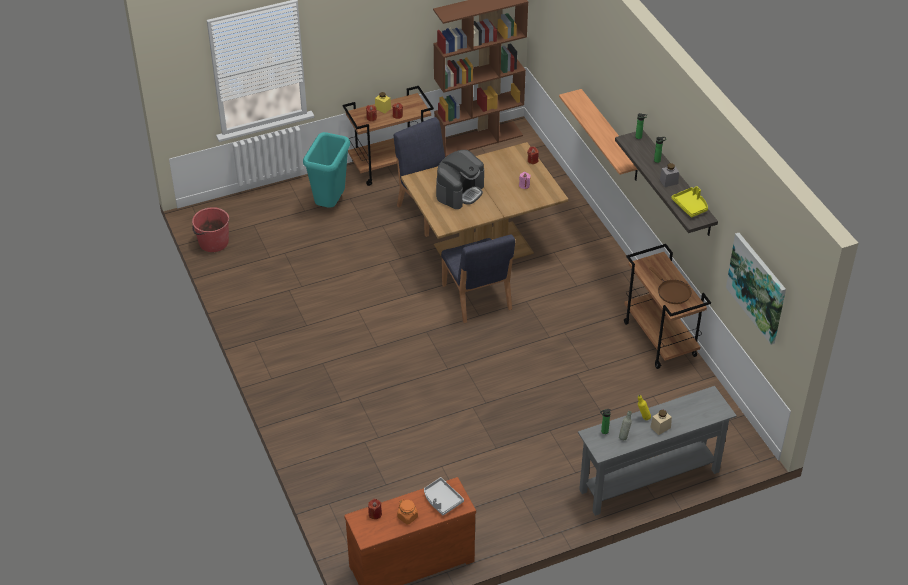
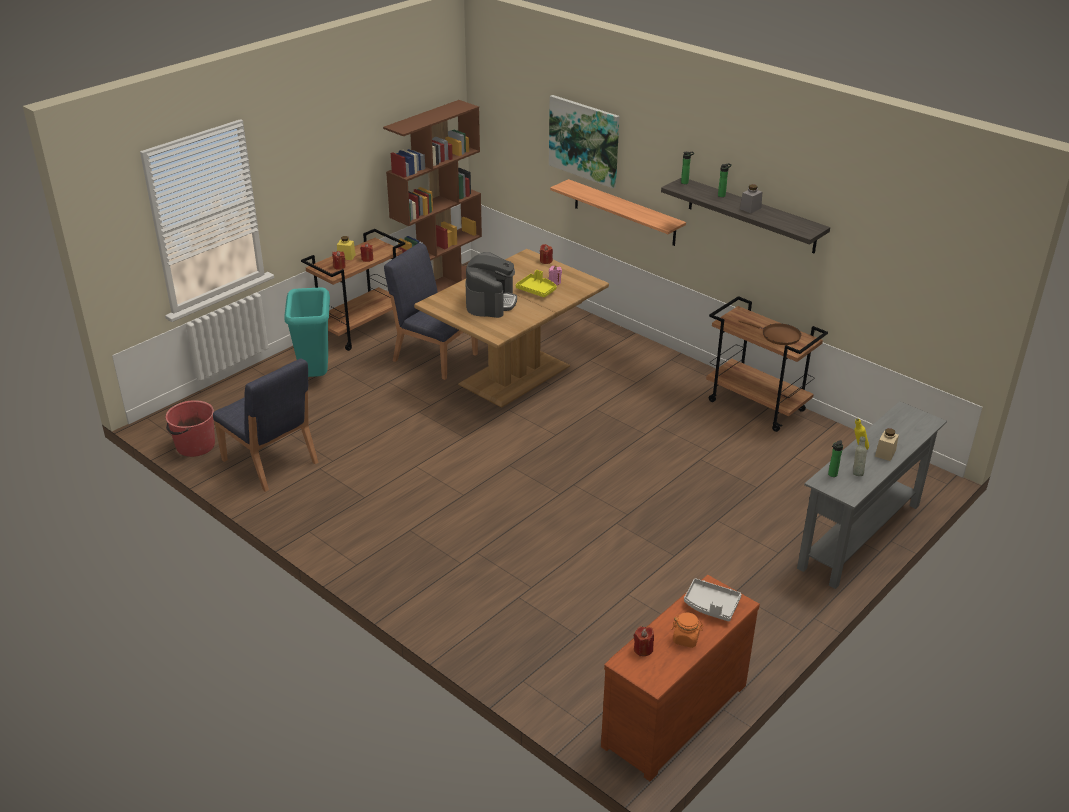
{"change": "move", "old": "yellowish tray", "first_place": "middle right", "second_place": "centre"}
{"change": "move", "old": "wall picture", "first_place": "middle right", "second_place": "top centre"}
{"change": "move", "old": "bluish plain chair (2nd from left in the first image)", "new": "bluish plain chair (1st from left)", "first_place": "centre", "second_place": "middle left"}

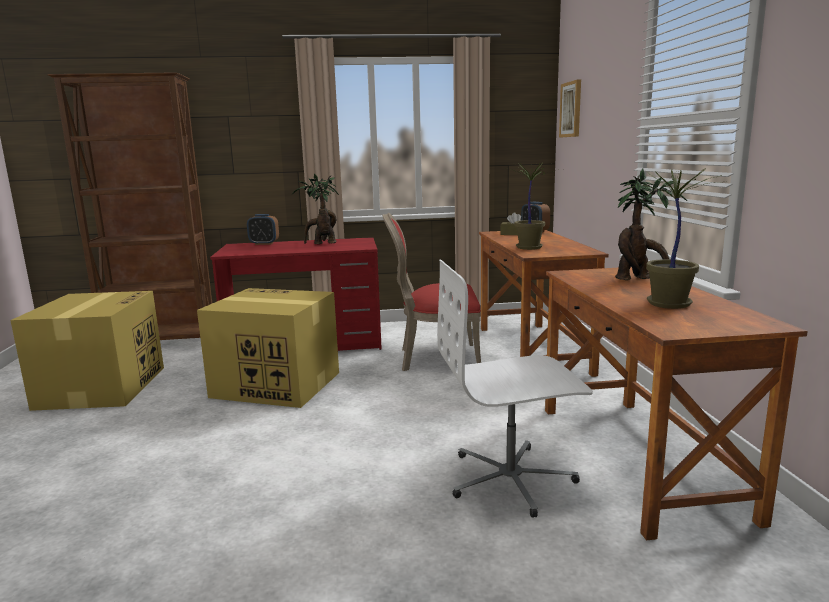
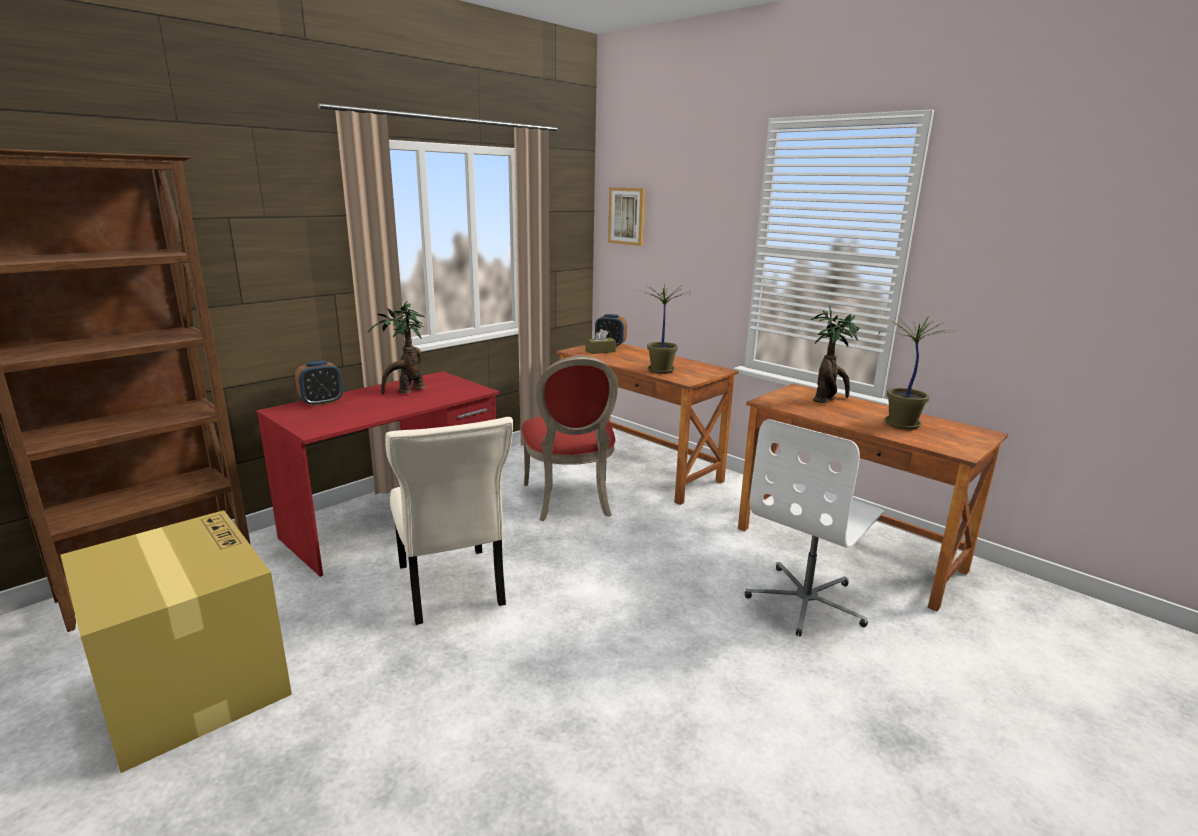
{"change": "rotate", "old": "red-coloured plain chair", "first_place": "centre", "second_place": "centre", "degrees": -60}
{"change": "replace", "old": "carton (2nd from left)", "new": "beige-coloured plain chair", "first_place": "middle left", "second_place": "centre"}

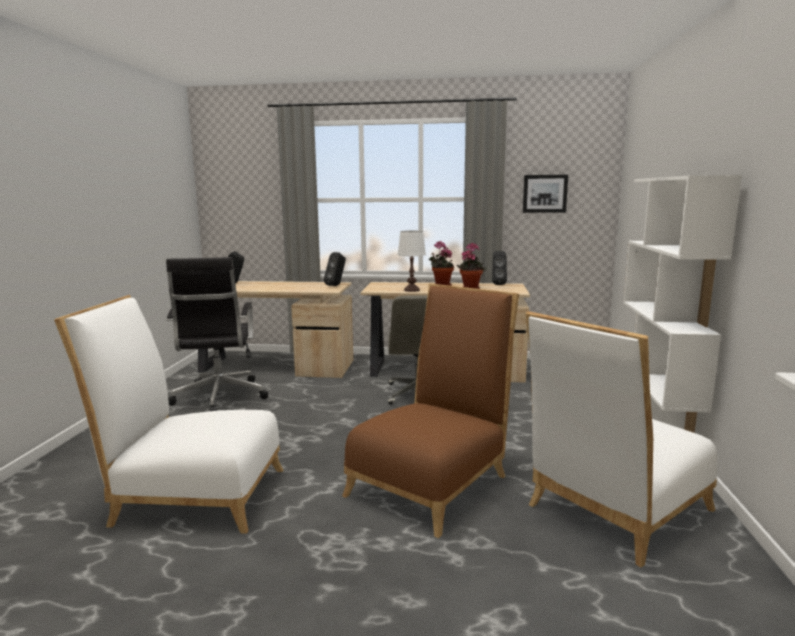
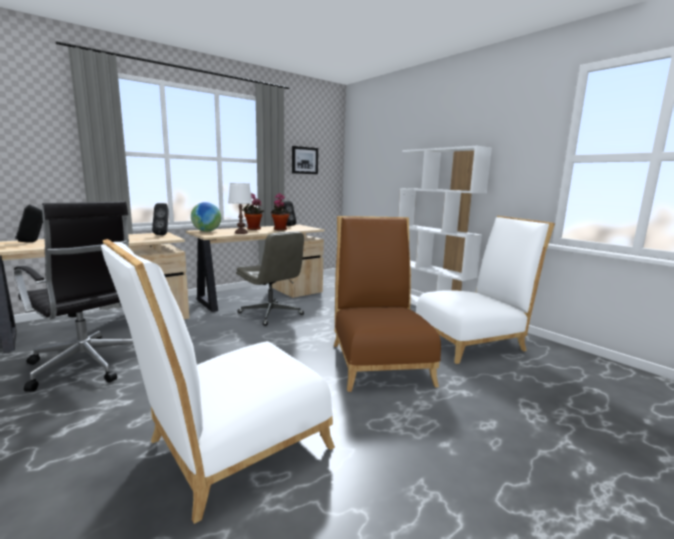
{"change": "rotate", "old": "white plain chair (2nd from left)", "first_place": "bottom right", "second_place": "middle right", "degrees": -120}
{"change": "insert", "new": "desk globe", "second_place": "middle left"}

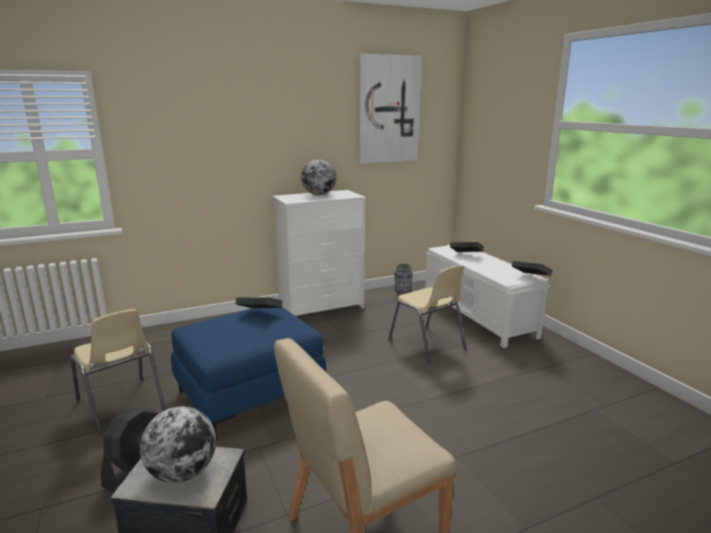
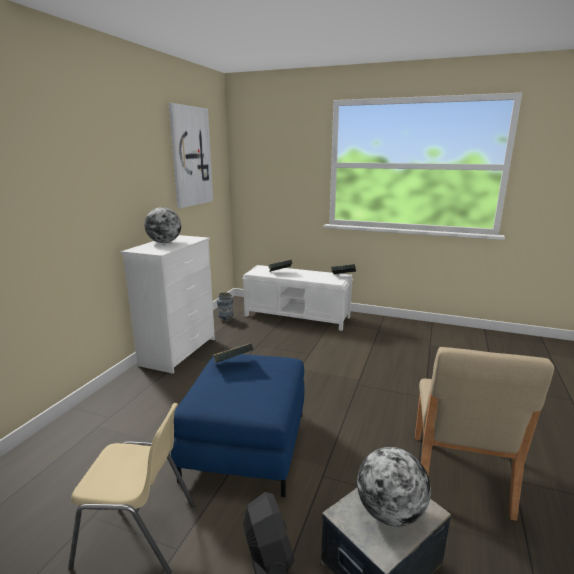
{"change": "delete", "old": "beige-coloured plain chair (3rd from left)", "first_place": "centre"}

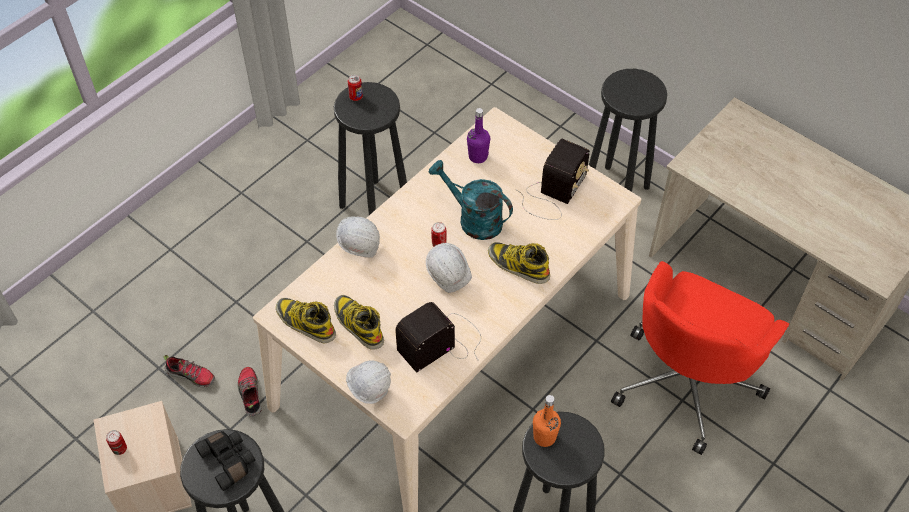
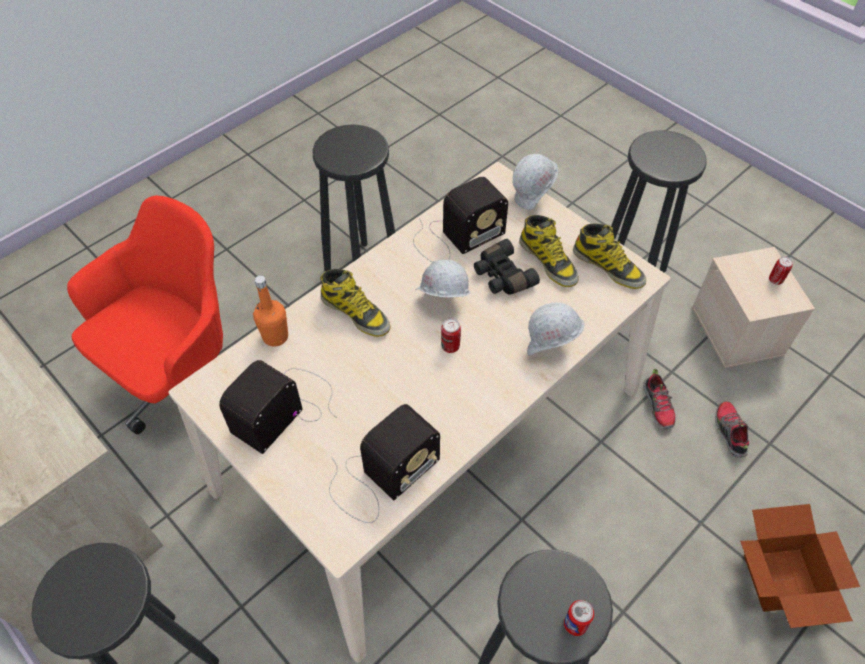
{"change": "replace", "old": "purple-coloured beverage bottle", "new": "radio receiver (2nd from left)", "first_place": "top centre", "second_place": "bottom centre"}
{"change": "delete", "old": "turquoise watering pot", "first_place": "centre"}
{"change": "rotate", "old": "item of footwear (1st from left in the first image)", "first_place": "bottom left", "second_place": "middle right", "degrees": 60}
{"change": "move", "old": "orange-coloured beverage bottle", "first_place": "bottom centre", "second_place": "middle left"}
{"change": "move", "old": "black field glasses", "first_place": "bottom left", "second_place": "centre"}
{"change": "insert", "new": "carton", "second_place": "bottom right"}

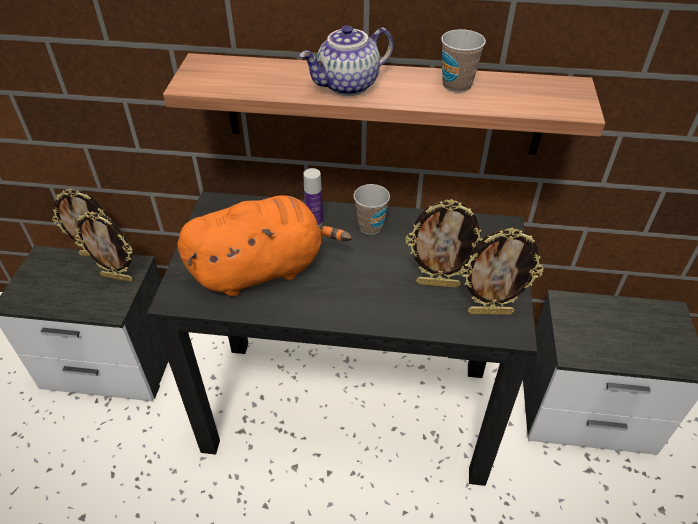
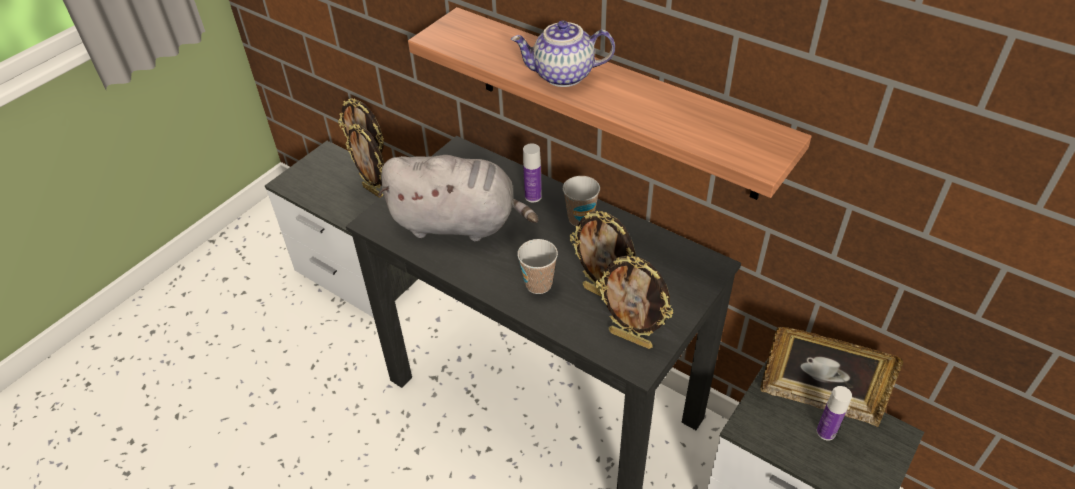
{"change": "move", "old": "drinking cup (2nd from left in the first image)", "new": "drinking cup (1st from left)", "first_place": "top centre", "second_place": "centre"}
{"change": "recolor", "old": "orange-coloured cuddly toy", "new": "grey cuddly toy", "first_place": "centre", "second_place": "centre"}
{"change": "insert", "new": "standing frame (5th from left)", "second_place": "bottom right"}
{"change": "insert", "new": "beverage bottle (2nd from left)", "second_place": "bottom right"}

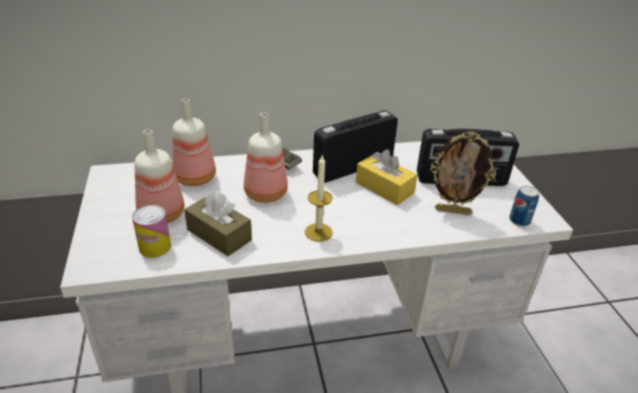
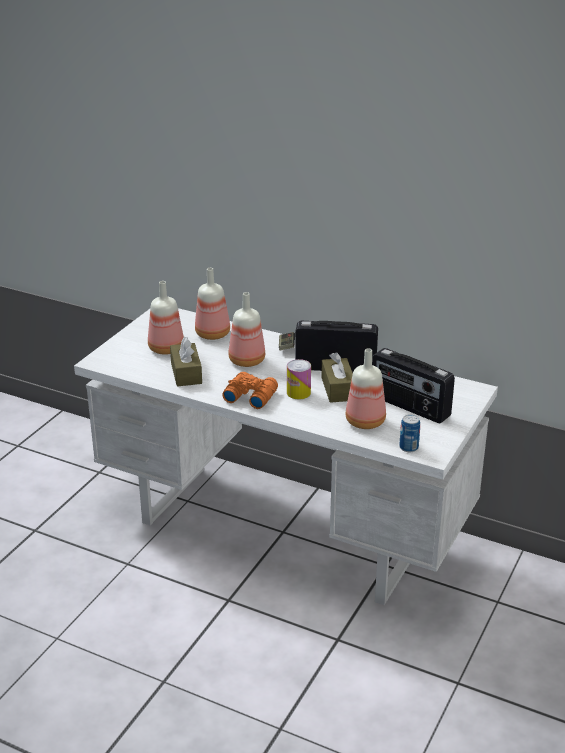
{"change": "replace", "old": "standing frame", "new": "beverage bottle (4th from left)", "first_place": "middle right", "second_place": "centre"}
{"change": "recolor", "old": "yellowish tissue box", "new": "brownish tissue box (2nd from left)", "first_place": "centre", "second_place": "centre"}
{"change": "replace", "old": "wax light", "new": "orange-coloured field glasses", "first_place": "centre", "second_place": "centre"}
{"change": "move", "old": "metal can (1st from left)", "first_place": "middle left", "second_place": "centre"}

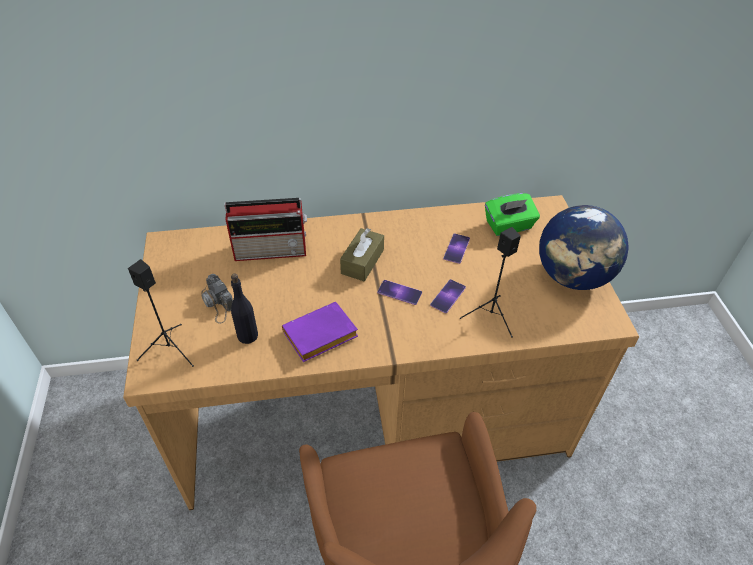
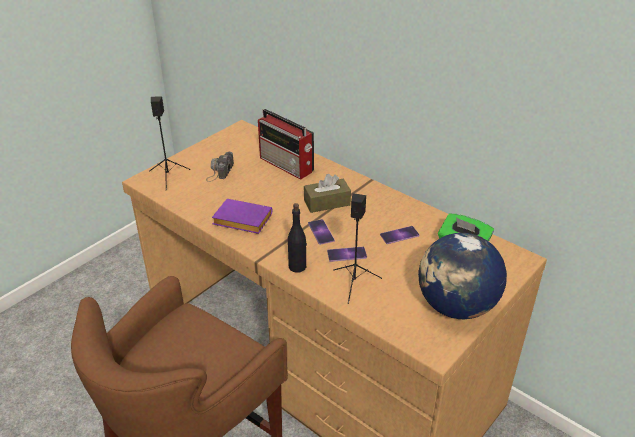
{"change": "move", "old": "black beverage bottle", "first_place": "middle left", "second_place": "centre"}

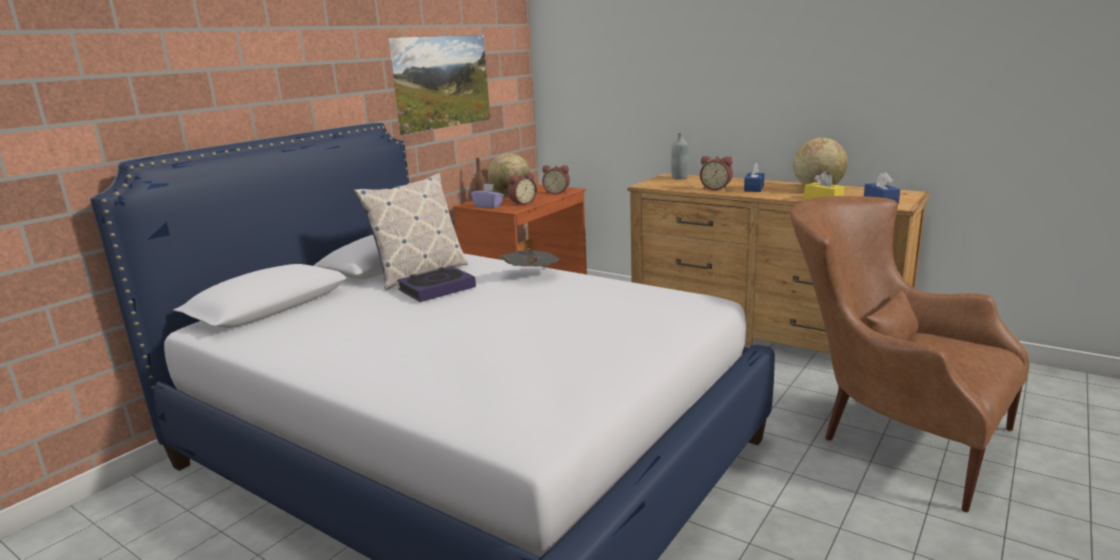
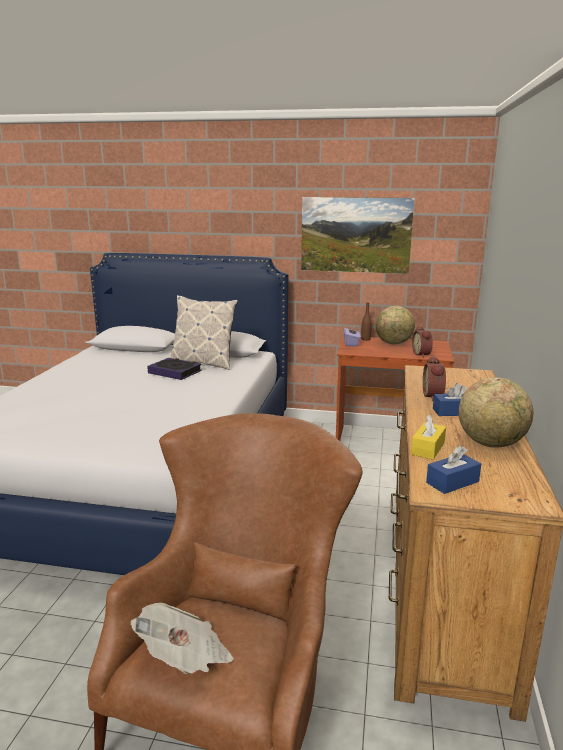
{"change": "delete", "old": "grey beverage bottle", "first_place": "top centre"}
{"change": "delete", "old": "alarm clock (1st from left)", "first_place": "centre"}
{"change": "move", "old": "printed paper", "first_place": "centre", "second_place": "bottom left"}

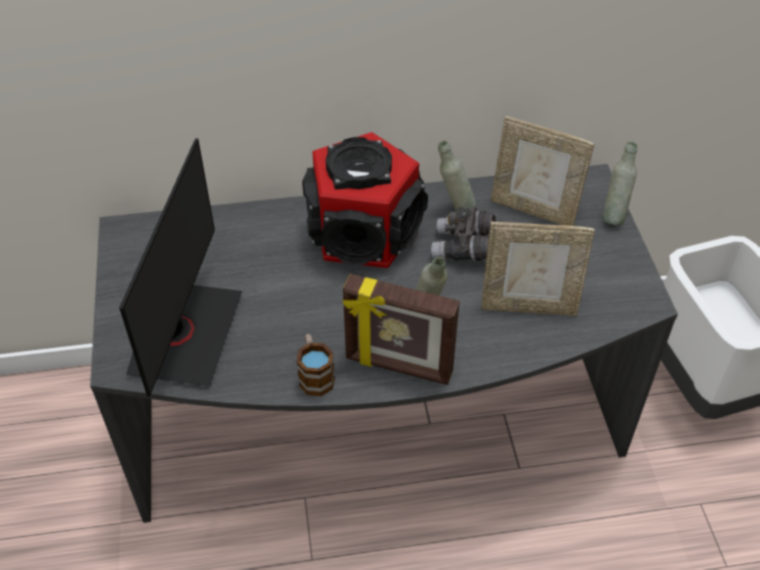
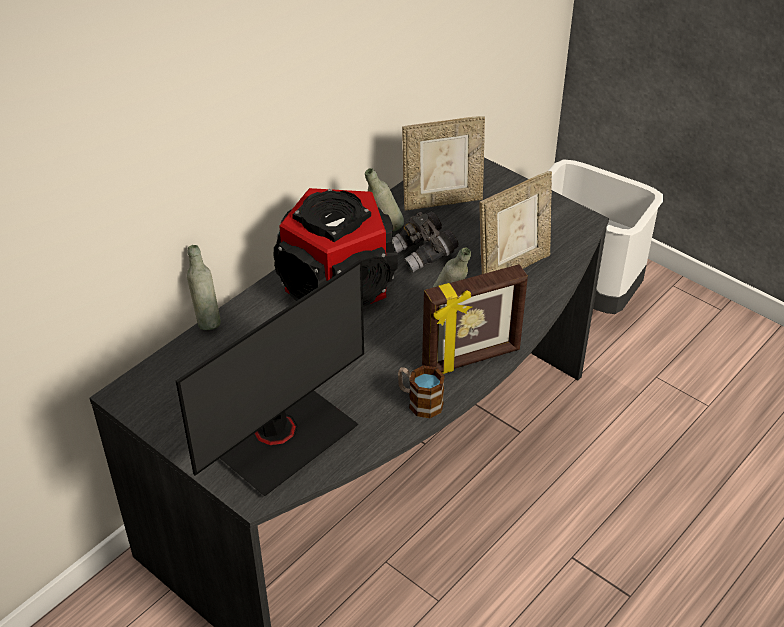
{"change": "rotate", "old": "monitor", "first_place": "middle left", "second_place": "centre", "degrees": 75}
{"change": "move", "old": "grey beverage bottle (3rd from left in the first image)", "new": "grey beverage bottle (1st from left)", "first_place": "top right", "second_place": "middle left"}

